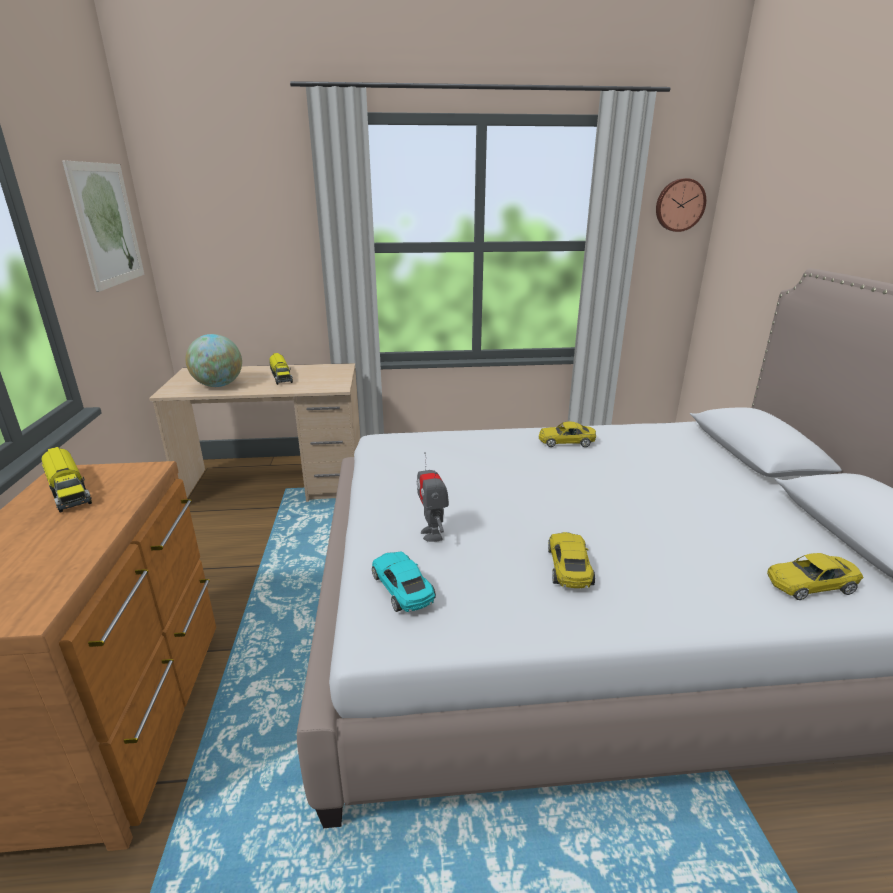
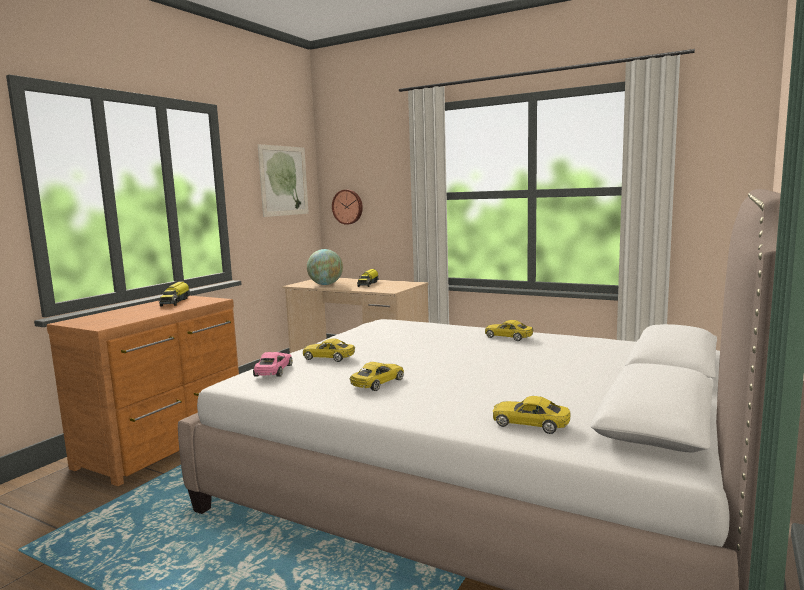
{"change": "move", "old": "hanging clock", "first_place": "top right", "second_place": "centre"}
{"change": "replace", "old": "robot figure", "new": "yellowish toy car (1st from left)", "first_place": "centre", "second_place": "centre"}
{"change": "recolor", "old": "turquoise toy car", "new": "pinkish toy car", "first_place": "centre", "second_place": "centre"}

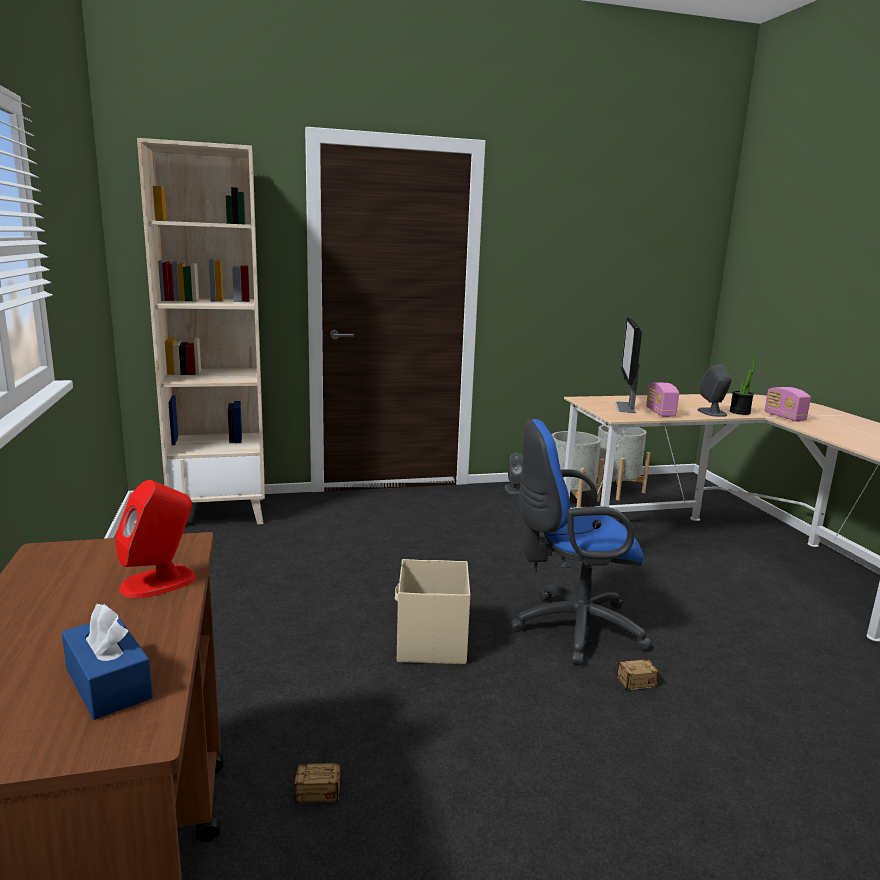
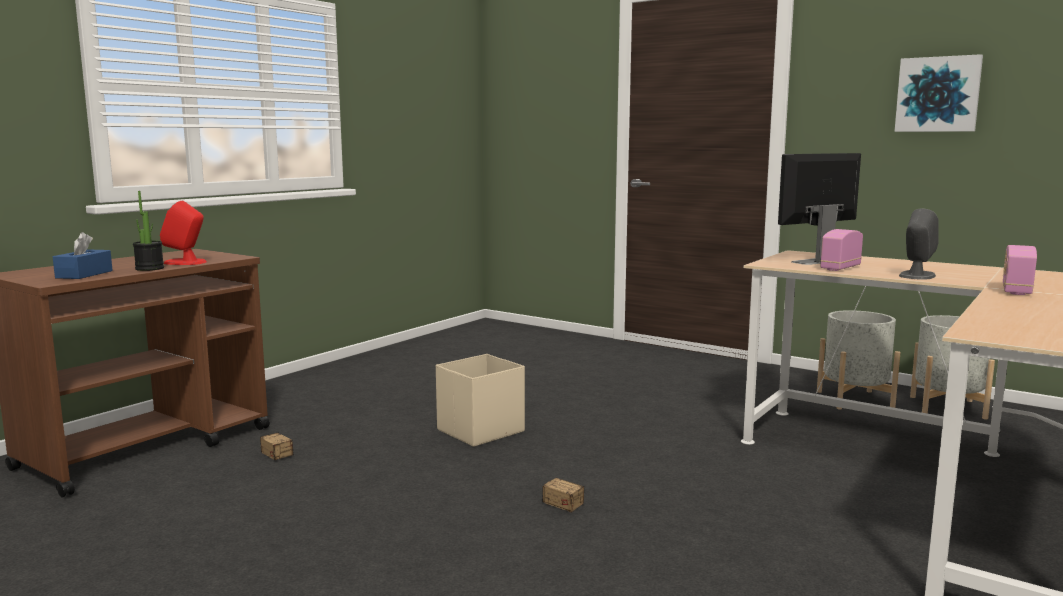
{"change": "delete", "old": "beige-coloured bookcase", "first_place": "middle left"}
{"change": "move", "old": "plant in a pot", "first_place": "middle right", "second_place": "middle left"}
{"change": "delete", "old": "bluish office chair", "first_place": "centre"}
{"change": "delete", "old": "grey loudspeaker (1st from left)", "first_place": "centre"}
{"change": "insert", "new": "wall picture", "second_place": "top right"}

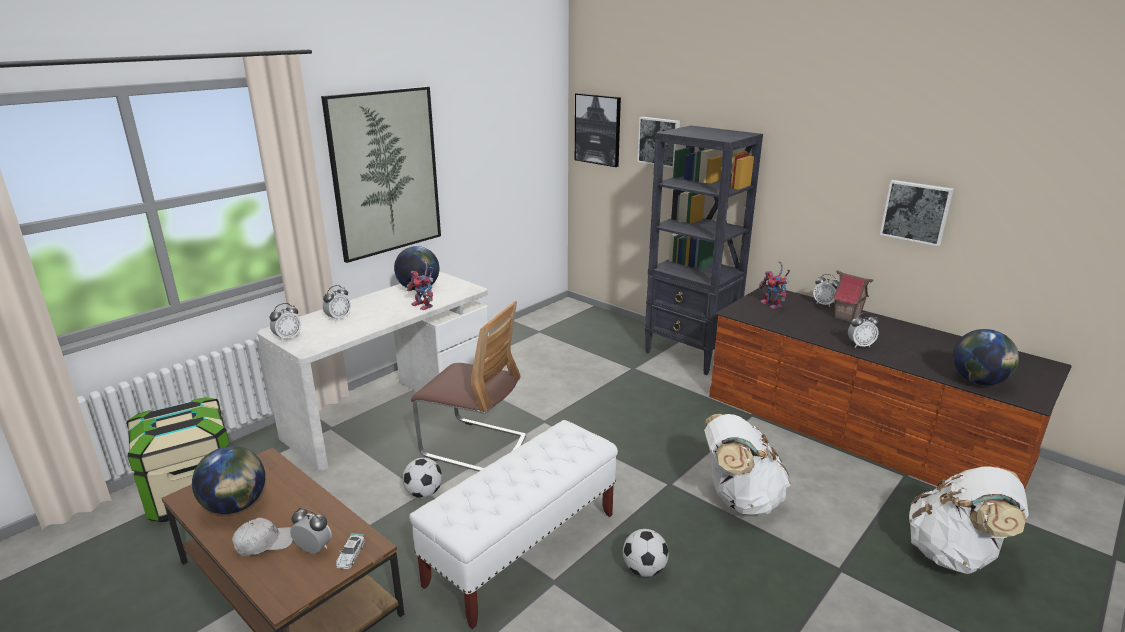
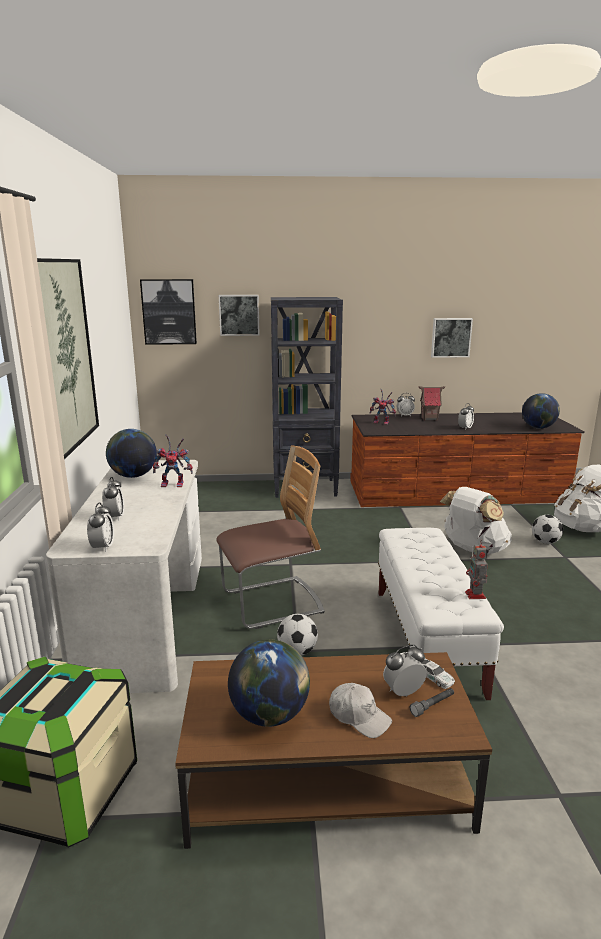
{"change": "rotate", "old": "white peaked cap", "first_place": "bottom left", "second_place": "bottom centre", "degrees": 105}
{"change": "move", "old": "ball for football (2nd from left)", "first_place": "bottom centre", "second_place": "middle right"}
{"change": "insert", "new": "robot figure (3rd from left)", "second_place": "middle right"}
{"change": "insert", "new": "grey flashlight", "second_place": "bottom right"}

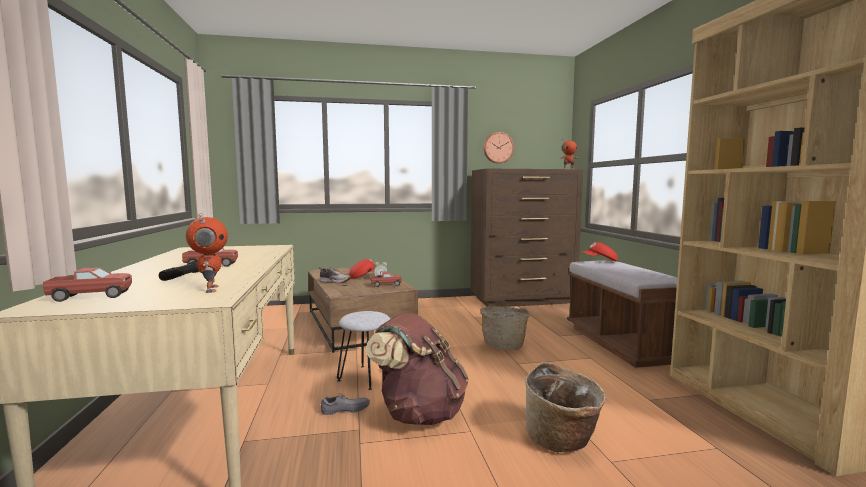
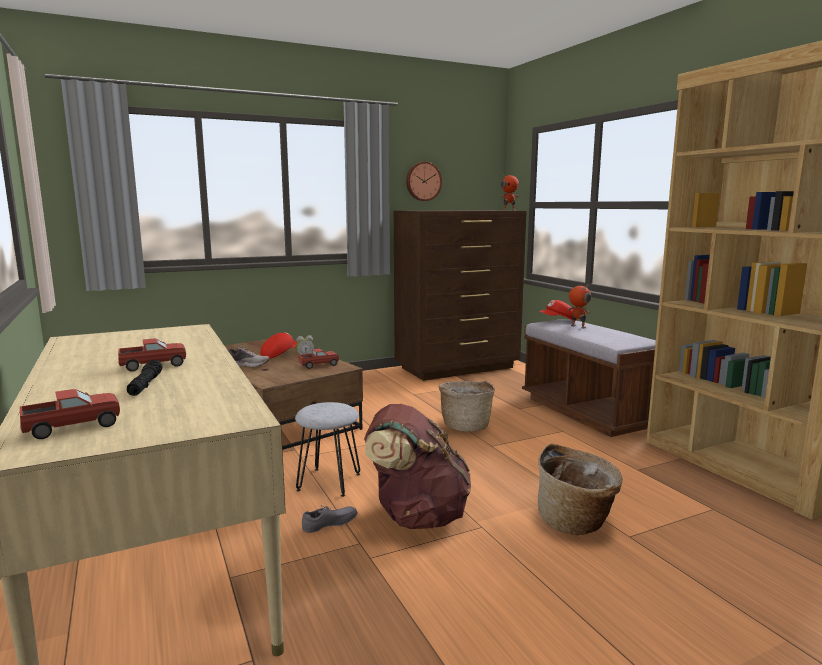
{"change": "move", "old": "robot figure (1st from left in the first image)", "new": "robot figure (2nd from left)", "first_place": "middle left", "second_place": "middle right"}

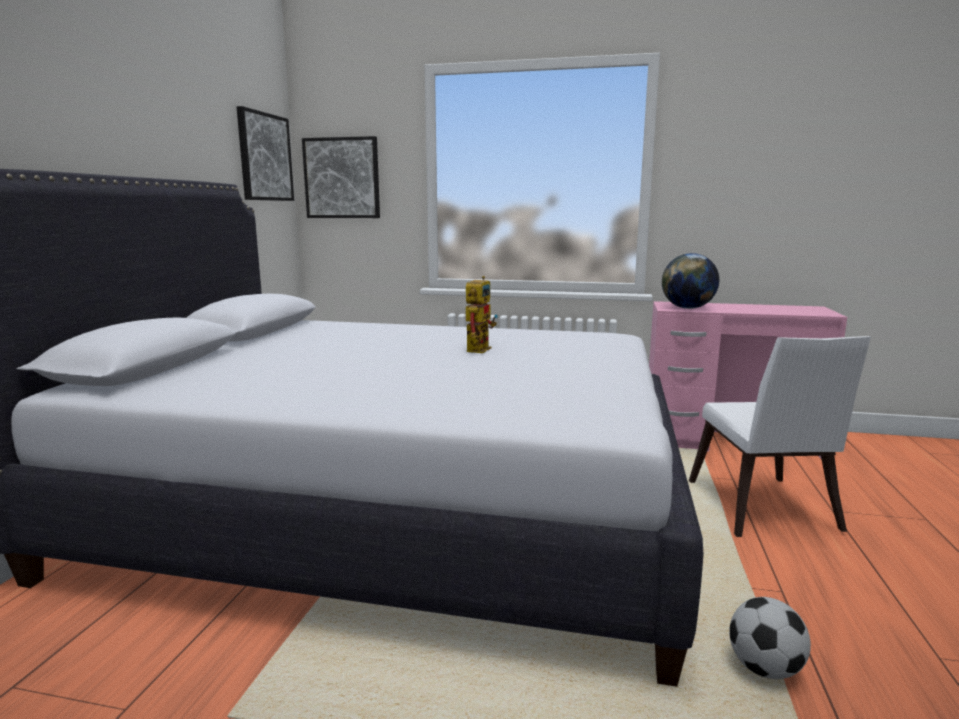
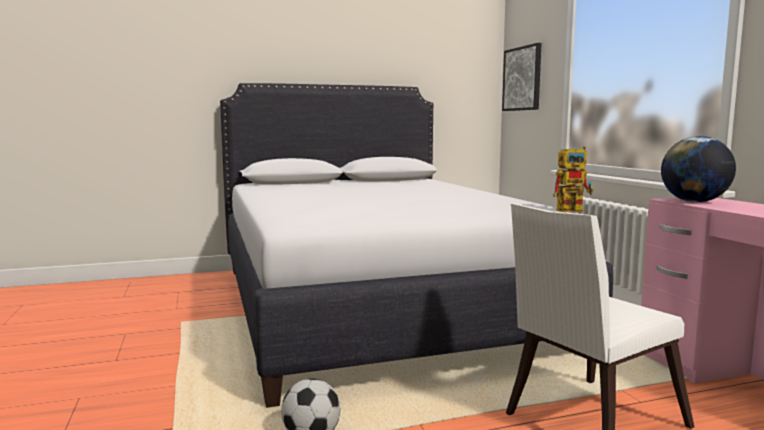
{"change": "delete", "old": "wall picture (1st from left)", "first_place": "top left"}
{"change": "move", "old": "robot figure", "first_place": "centre", "second_place": "middle right"}

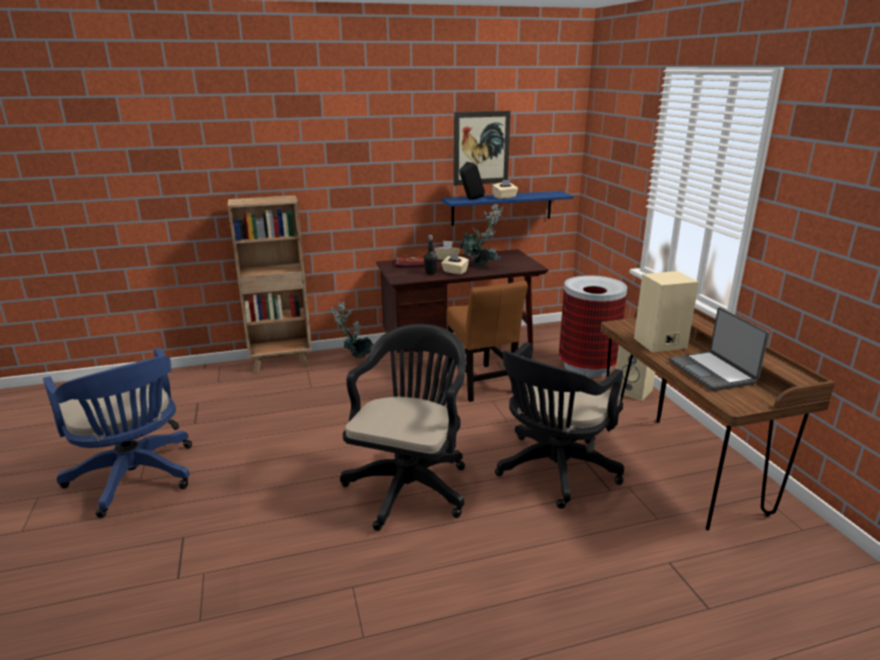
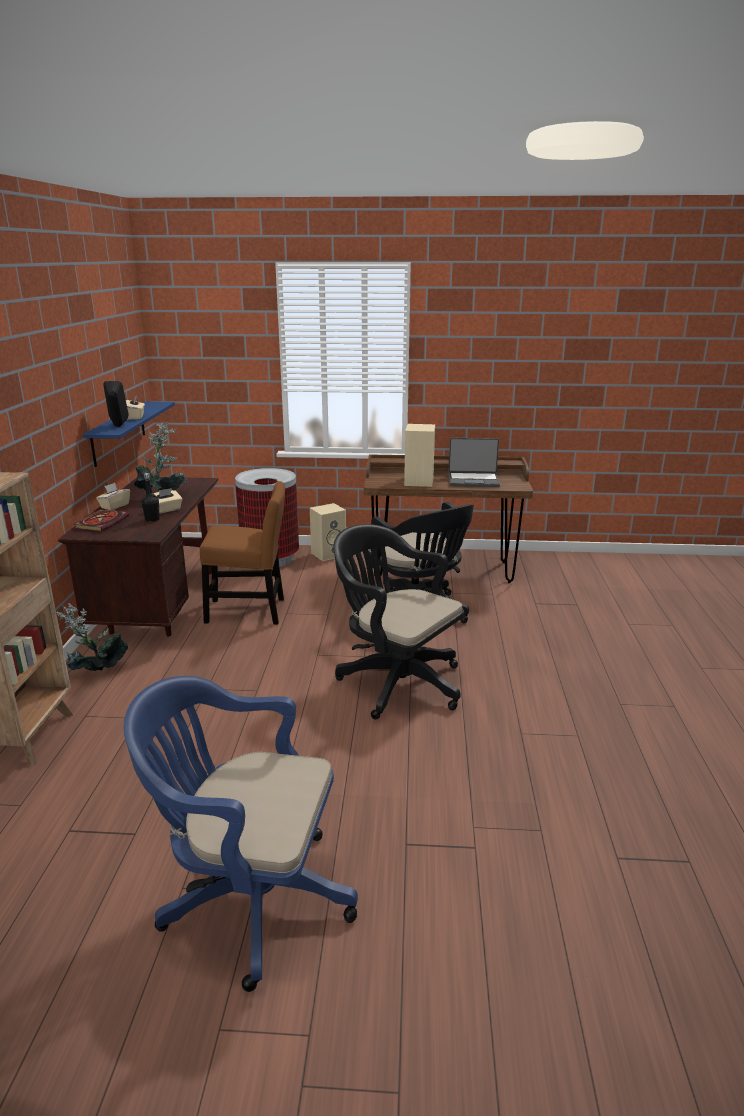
{"change": "delete", "old": "wall picture", "first_place": "top centre"}
{"change": "rotate", "old": "bluish office chair", "first_place": "middle left", "second_place": "bottom left", "degrees": -150}

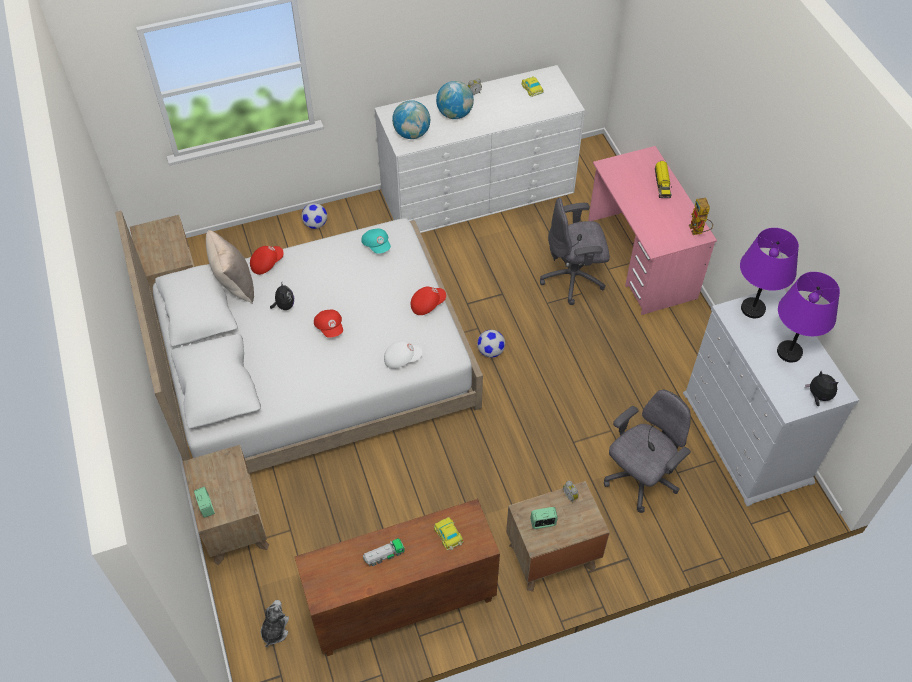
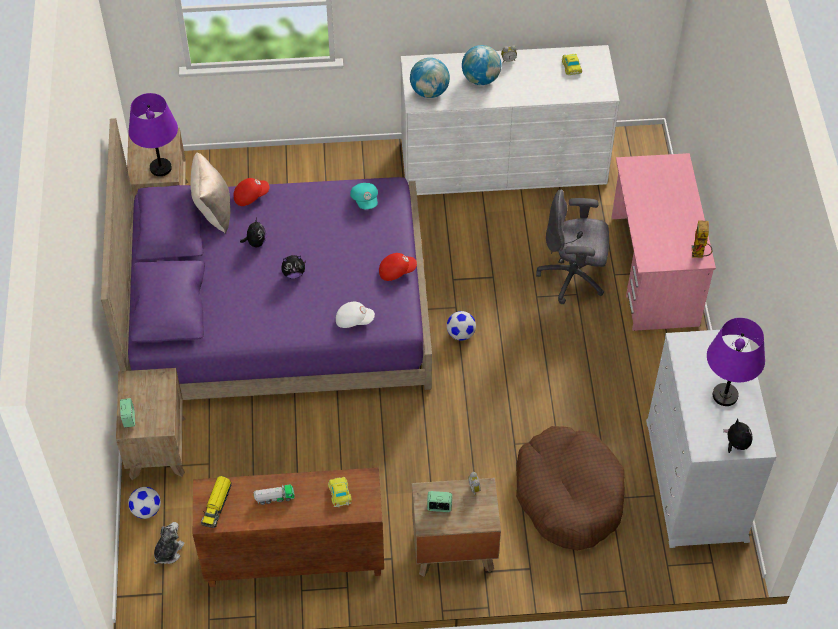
{"change": "move", "old": "toy lorry (2nd from left in the first image)", "new": "toy lorry (1st from left)", "first_place": "top right", "second_place": "bottom left"}
{"change": "move", "old": "ball for football (1st from left)", "first_place": "top centre", "second_place": "bottom left"}
{"change": "recolor", "old": "white bedroom bed", "new": "purple-coloured bedroom bed", "first_place": "middle left", "second_place": "middle left"}
{"change": "move", "old": "purple-coloured tabletop lamp (1st from left)", "first_place": "middle right", "second_place": "top left"}
{"change": "replace", "old": "red-coloured peaked cap (2nd from left)", "new": "cuddly toy (3rd from left)", "first_place": "centre", "second_place": "centre"}
{"change": "replace", "old": "grey office chair (2nd from left)", "new": "brownish pet bed", "first_place": "middle right", "second_place": "bottom right"}

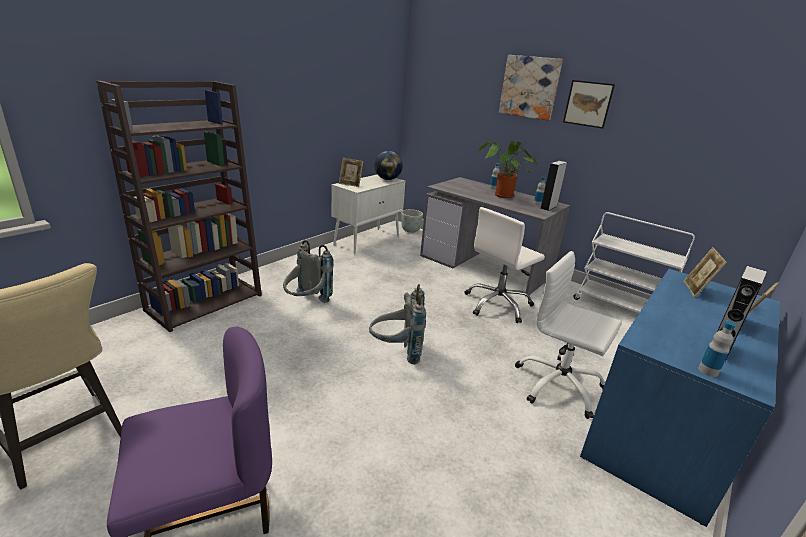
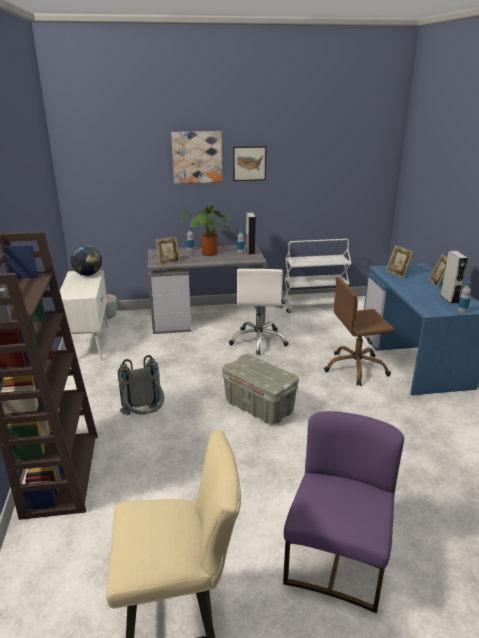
{"change": "move", "old": "standing frame (1st from left)", "first_place": "top centre", "second_place": "centre"}
{"change": "recolor", "old": "white office chair (2nd from left)", "new": "brownish office chair", "first_place": "middle right", "second_place": "middle right"}
{"change": "replace", "old": "grey rucksack (2nd from left)", "new": "grey storage container", "first_place": "centre", "second_place": "centre"}

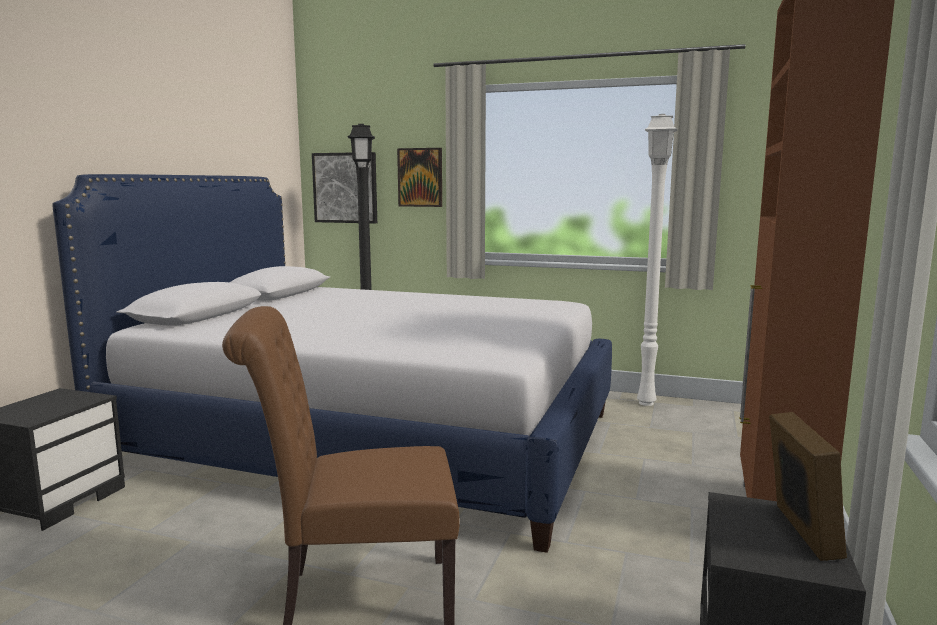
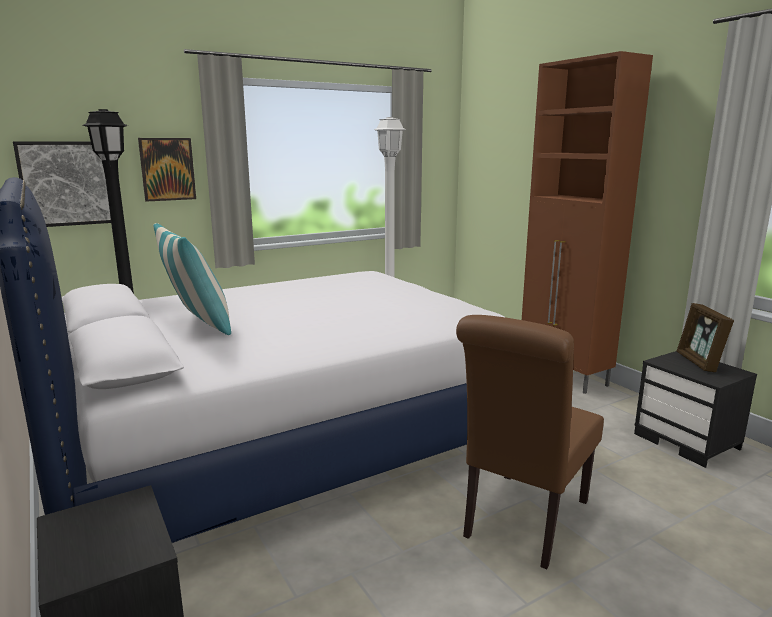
{"change": "rotate", "old": "standing frame", "first_place": "bottom right", "second_place": "middle right", "degrees": -135}
{"change": "insert", "new": "throw pillow", "second_place": "middle left"}

